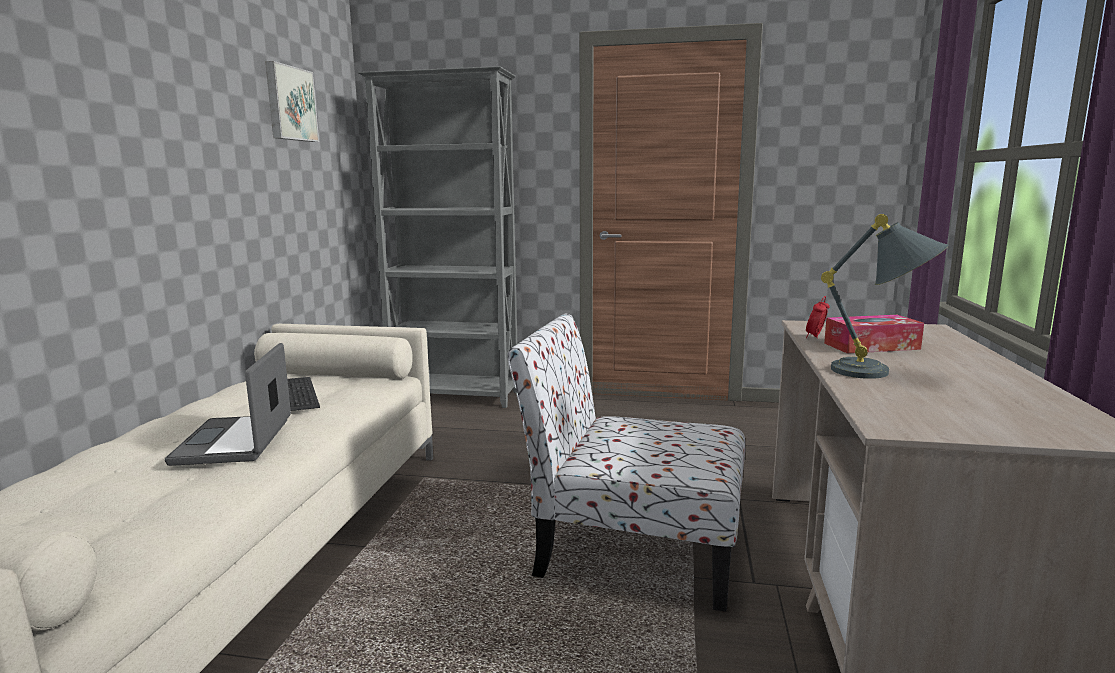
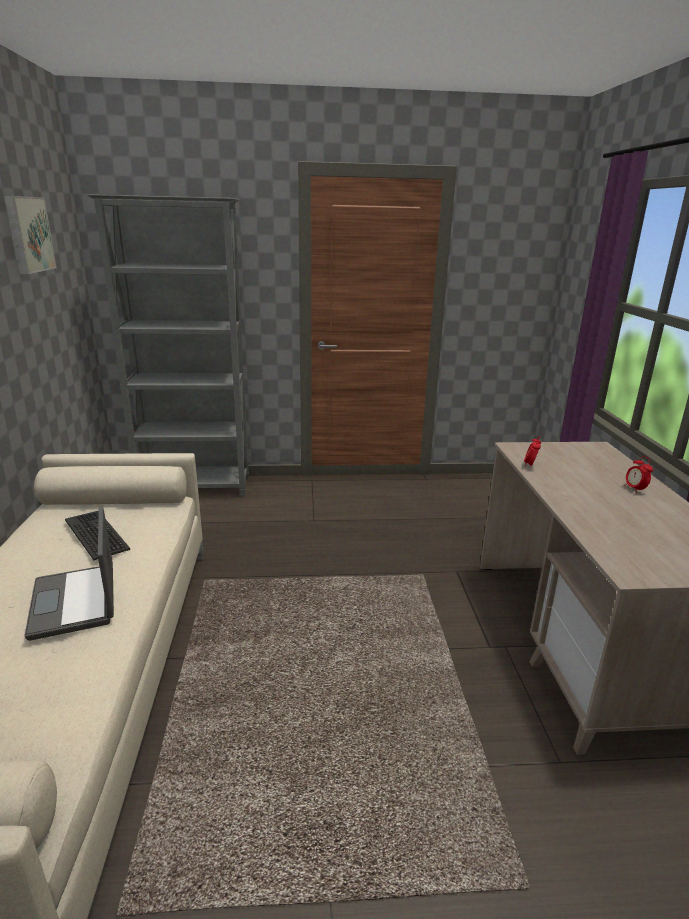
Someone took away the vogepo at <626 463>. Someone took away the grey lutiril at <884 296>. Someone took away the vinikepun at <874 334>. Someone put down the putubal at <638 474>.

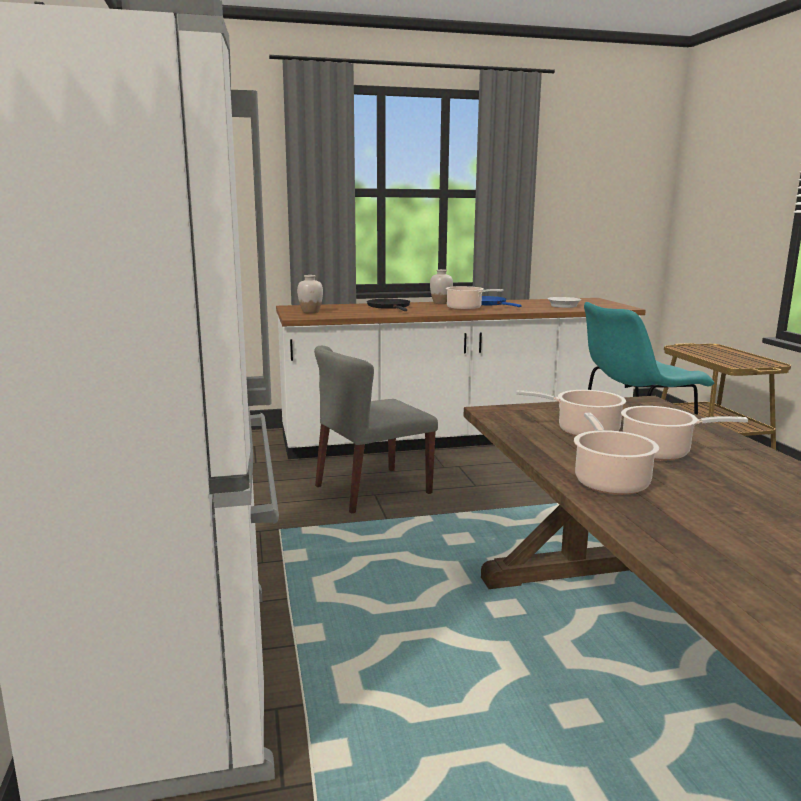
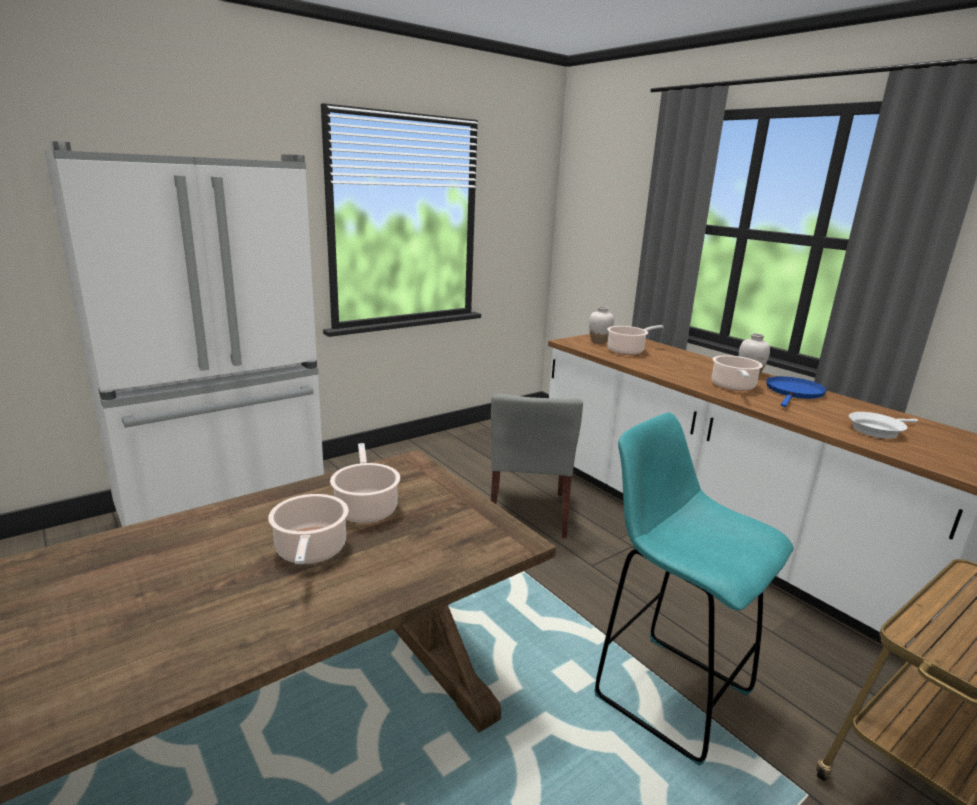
Someone rotated the grey vogepo at <376 430> by 120 degrees counterclockwise. Someone took away the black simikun at <388 305>. Someone carried the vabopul from <616 454> to <635 340>.

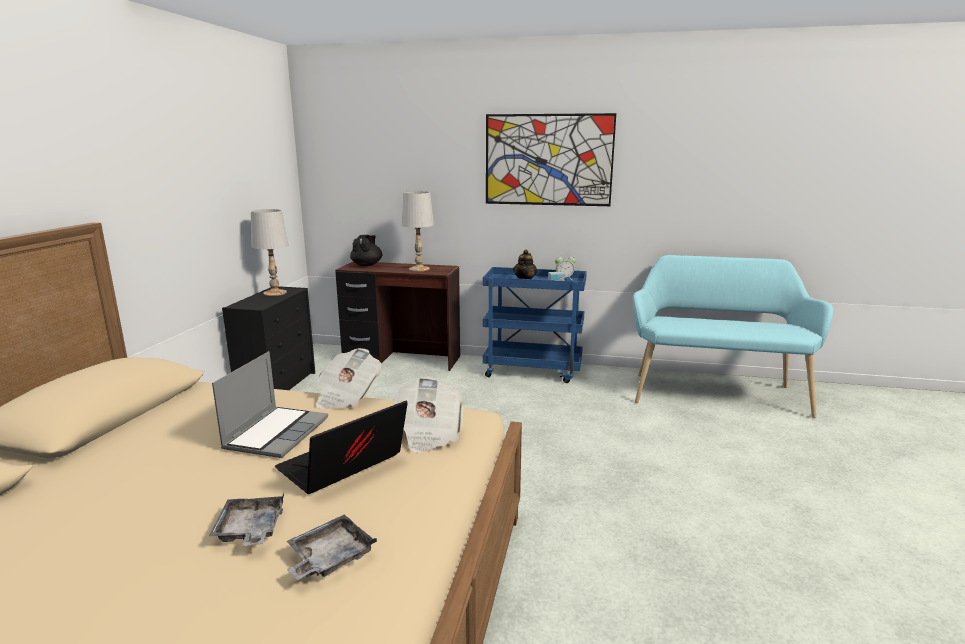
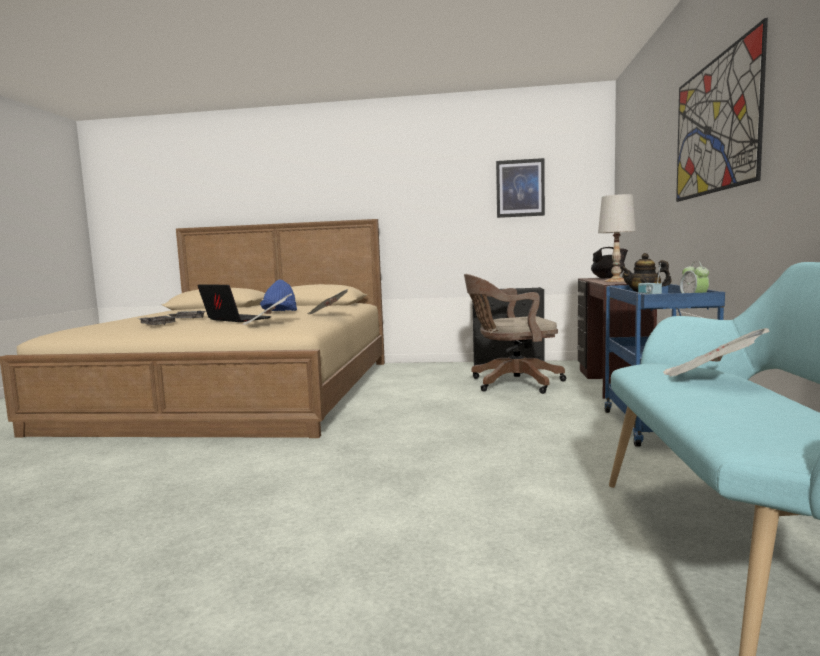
Someone swapped the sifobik at <270 404> for the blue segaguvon at <278 295>. Someone took away the white lutiril at <269 252>. Someone put down the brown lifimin at <515 334>. Someone put up the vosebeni at <520 188>. Someone put down the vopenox at <716 352>.

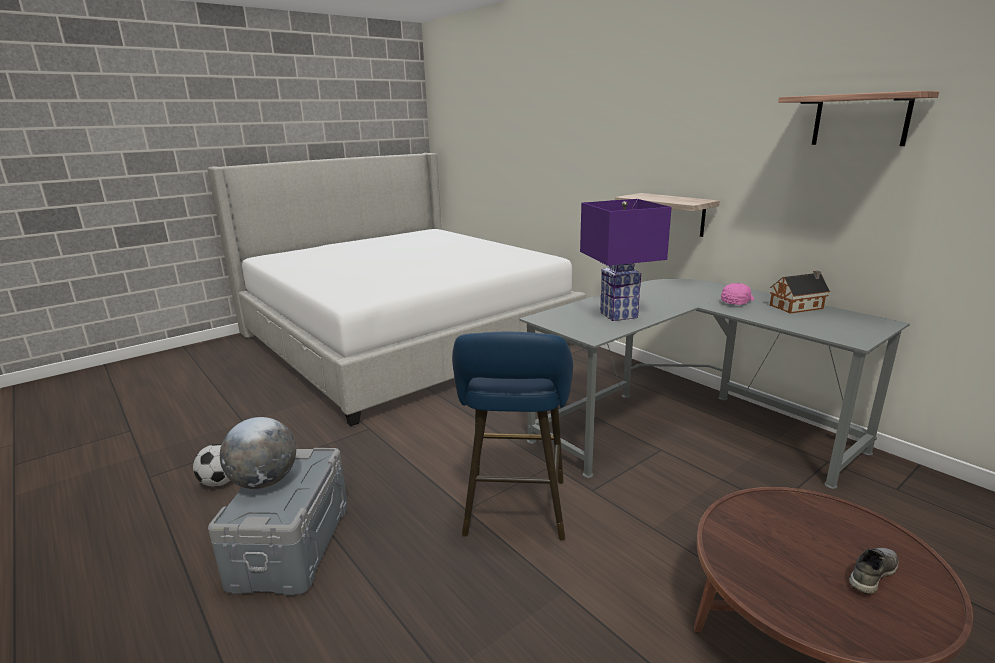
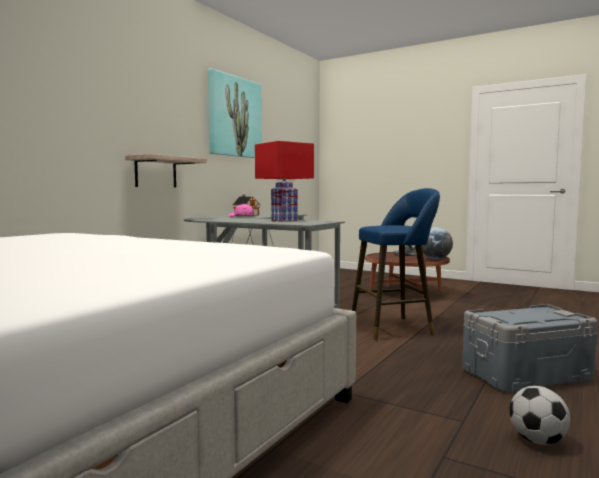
Someone carried the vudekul from <258 453> to <437 243>. Someone repainted the purple lutiril at <626 260>, which became the red lutiril at <284 181>. Someone swapped the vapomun at <858 118> for the vosebeni at <235 113>.

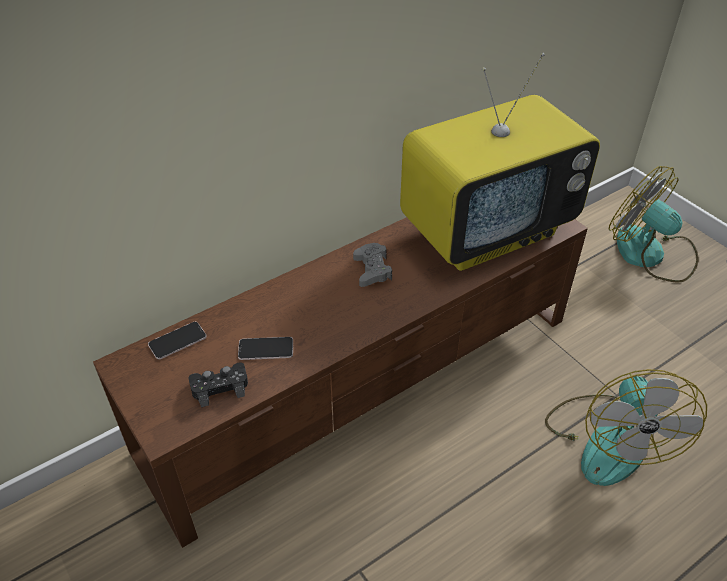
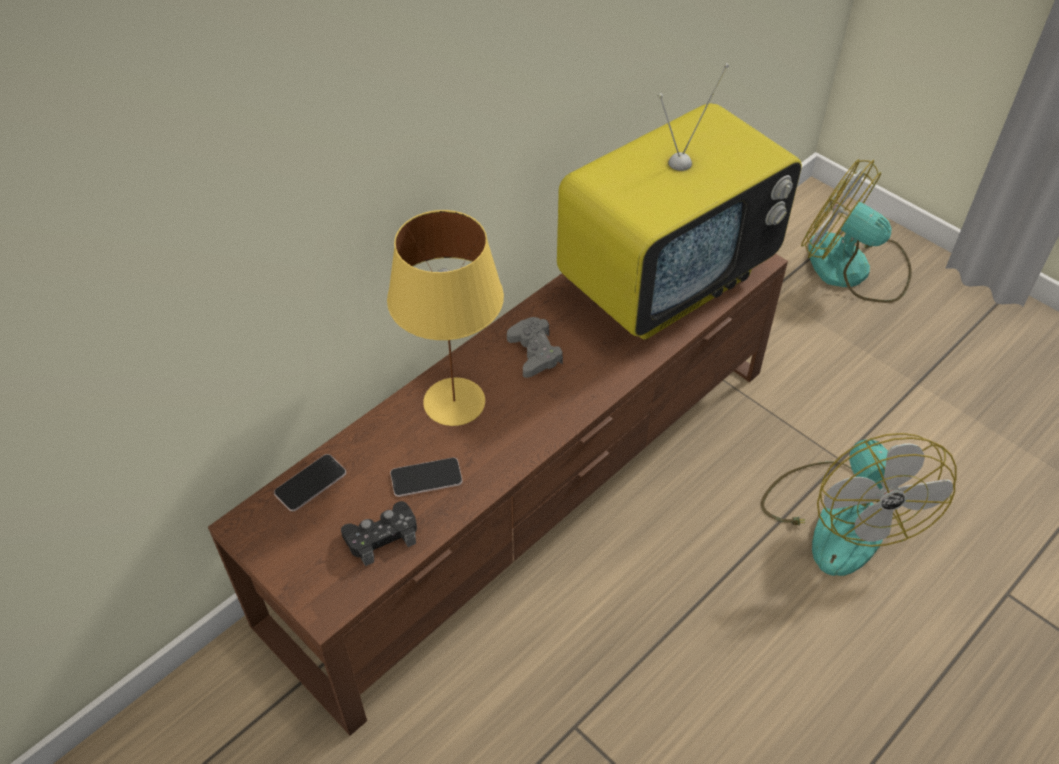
Someone put down the yellow lutiril at <445 318>.

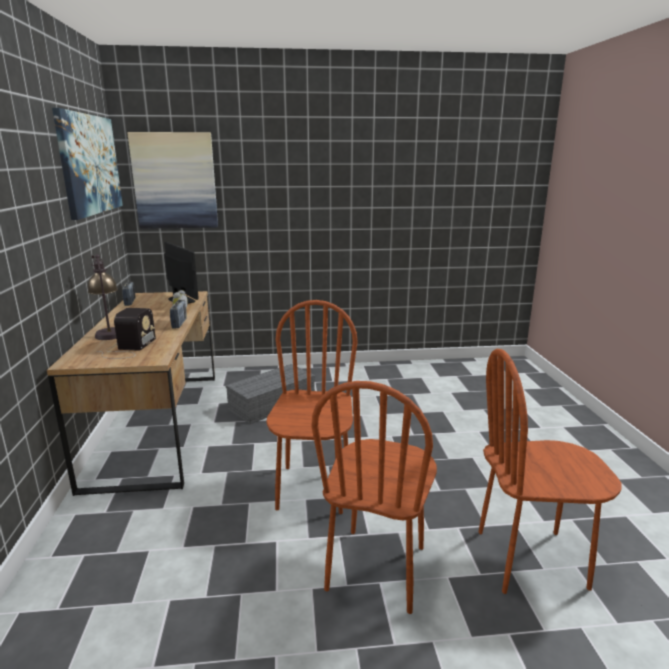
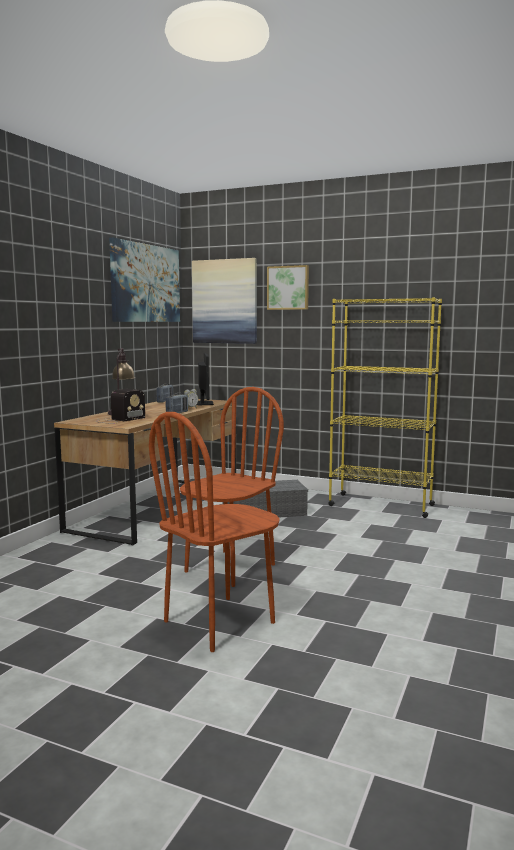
Someone took away the brown vogepo at <550 471>. Someone put up the vosebeni at <288 287>. Someone put down the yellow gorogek at <385 407>.

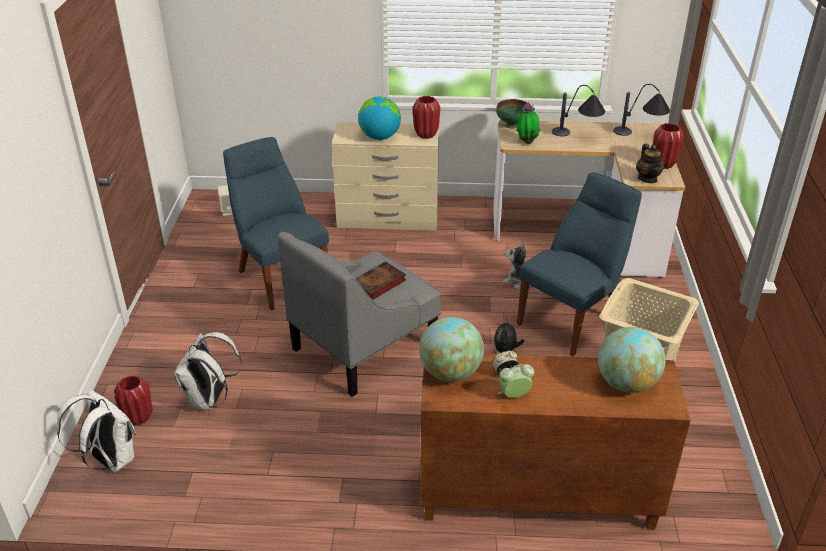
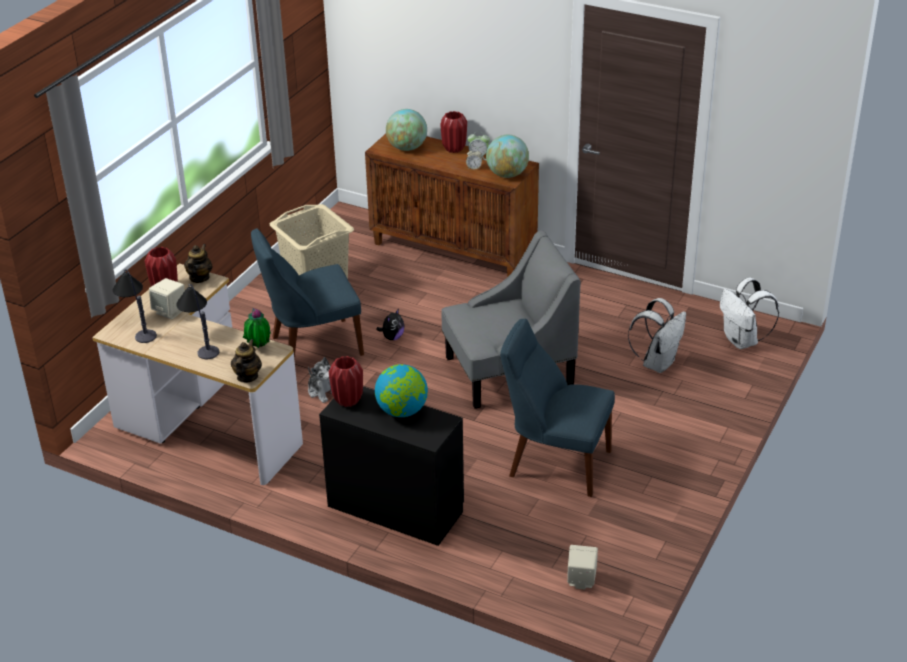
Someone carried the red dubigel from <133 400> to <453 132>. Someone rotated the blue vogepo at <276 223> by 120 degrees clockwise. Someone repainted the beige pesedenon at <385 176>, which became the black pesedenon at <391 466>. Someone took away the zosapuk at <381 280>. Someone swapped the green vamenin at <511 114> for the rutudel at <246 361>. Someone put down the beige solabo at <167 299>.

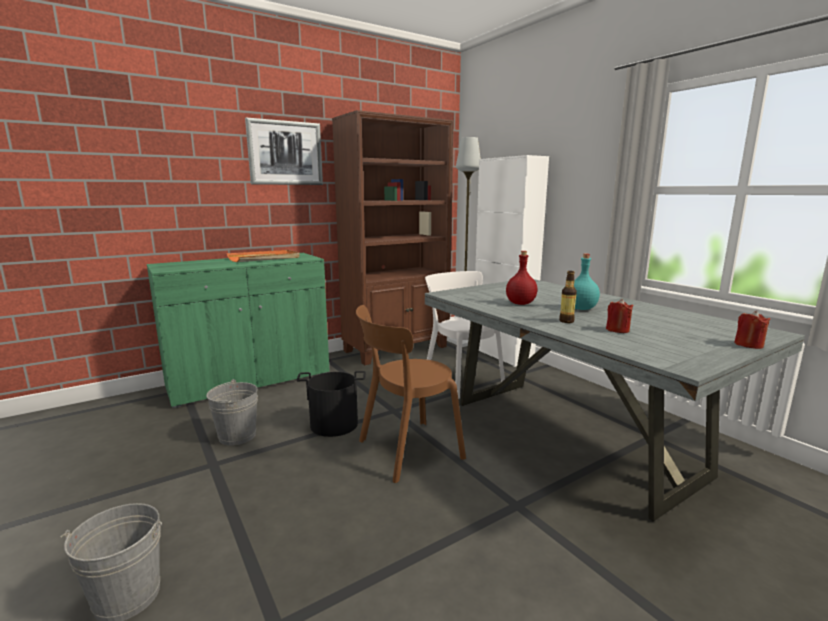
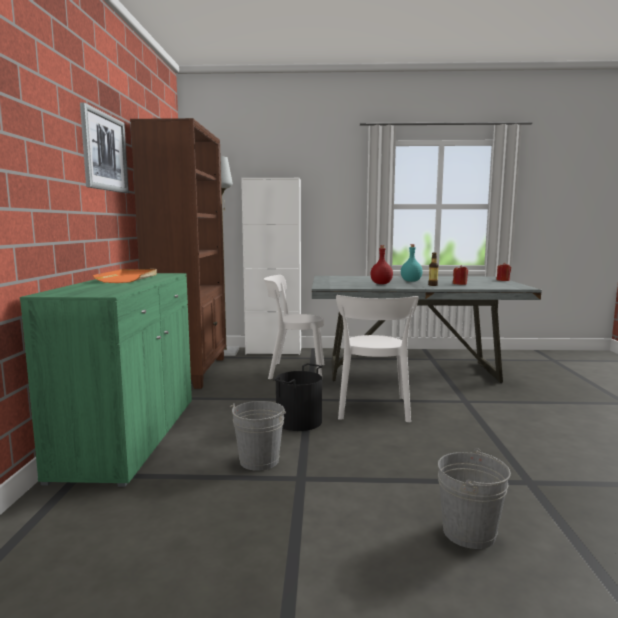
Someone repainted the brown vogepo at <411 394>, which became the white vogepo at <377 358>.

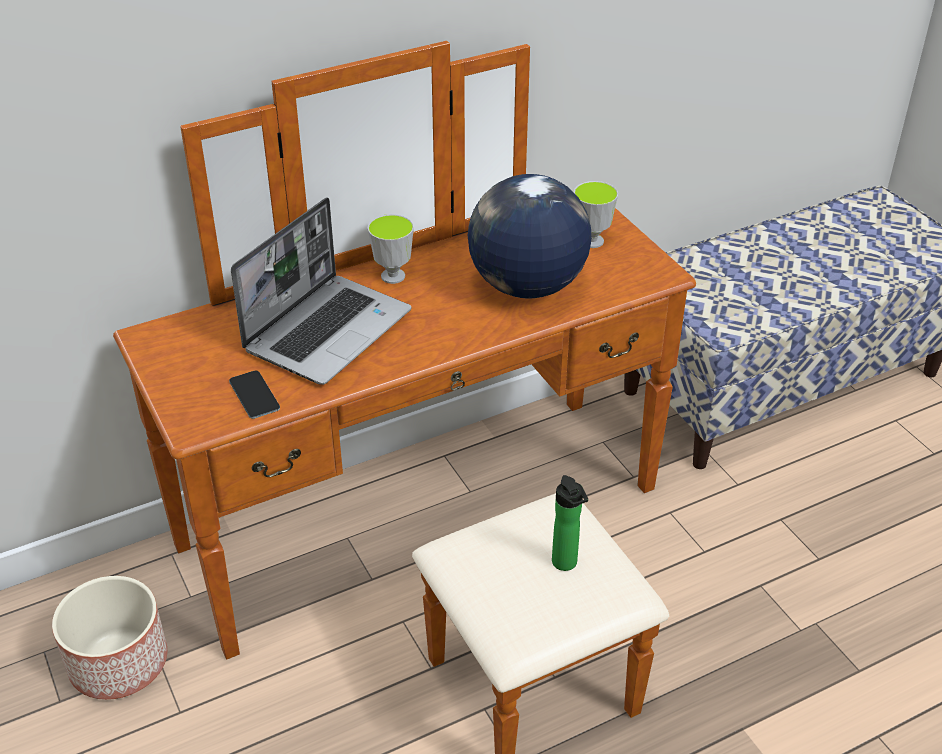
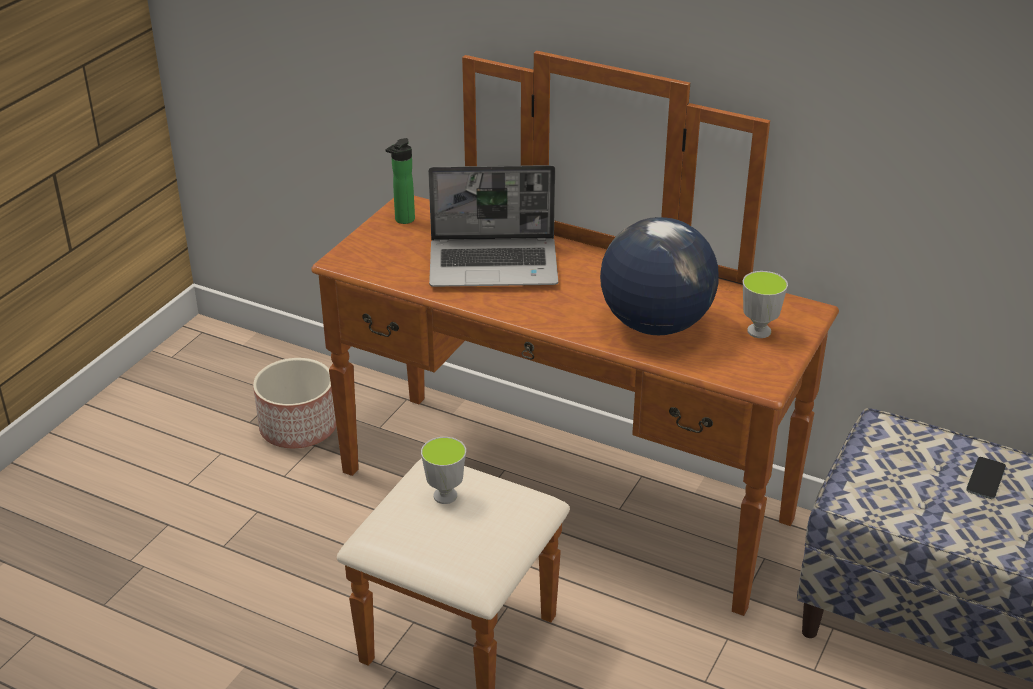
Someone carried the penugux from <254 395> to <986 478>. Someone carried the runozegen from <391 249> to <443 470>. Someone carried the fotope from <570 523> to <400 181>.

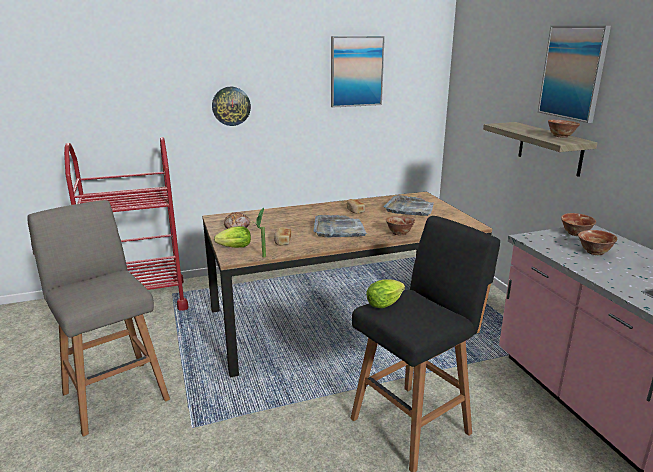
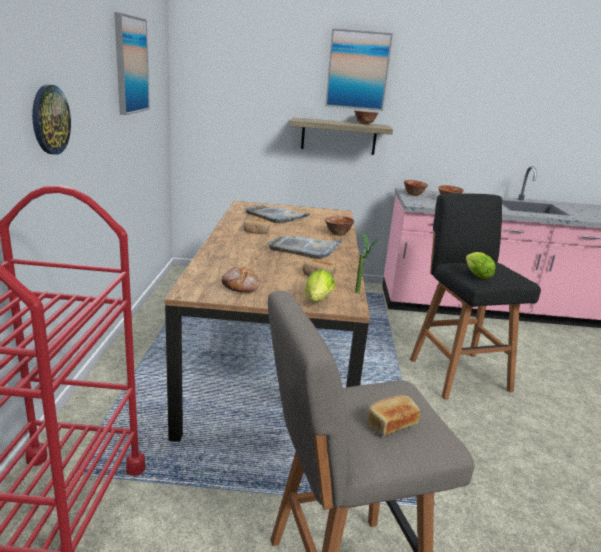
Someone put down the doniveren at <393 415>.

